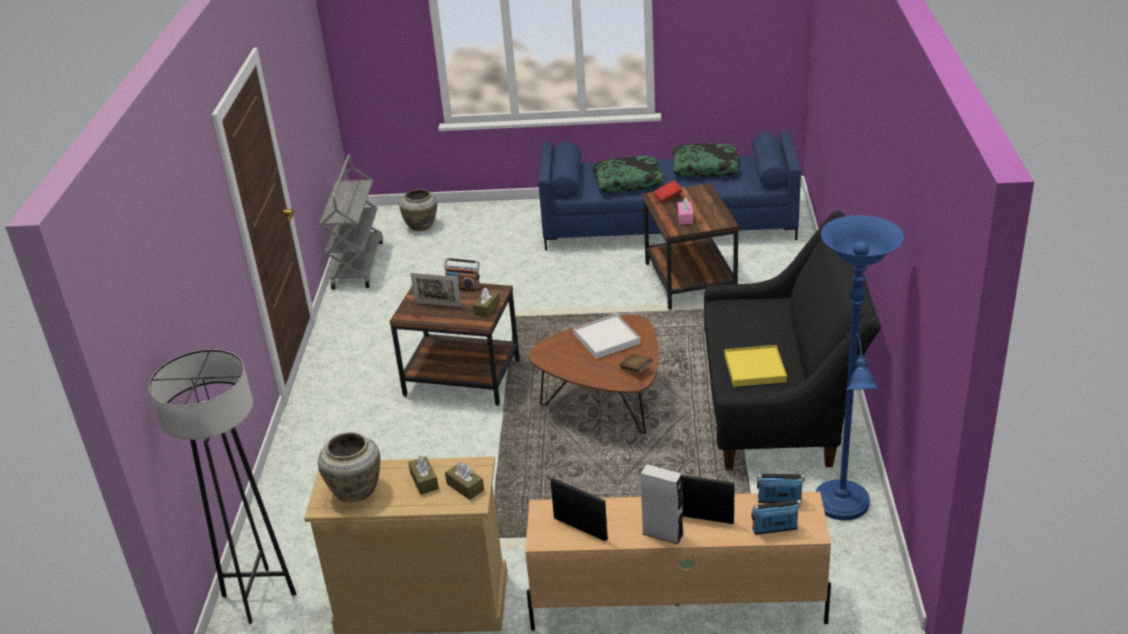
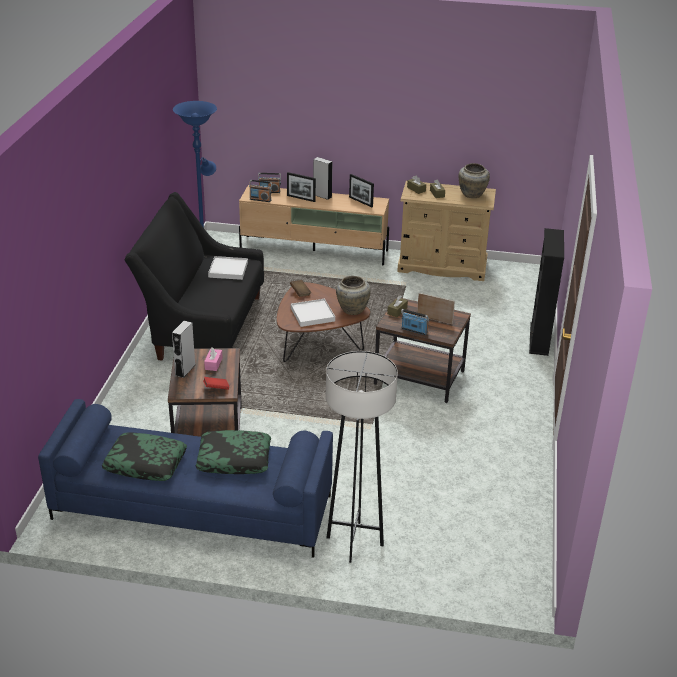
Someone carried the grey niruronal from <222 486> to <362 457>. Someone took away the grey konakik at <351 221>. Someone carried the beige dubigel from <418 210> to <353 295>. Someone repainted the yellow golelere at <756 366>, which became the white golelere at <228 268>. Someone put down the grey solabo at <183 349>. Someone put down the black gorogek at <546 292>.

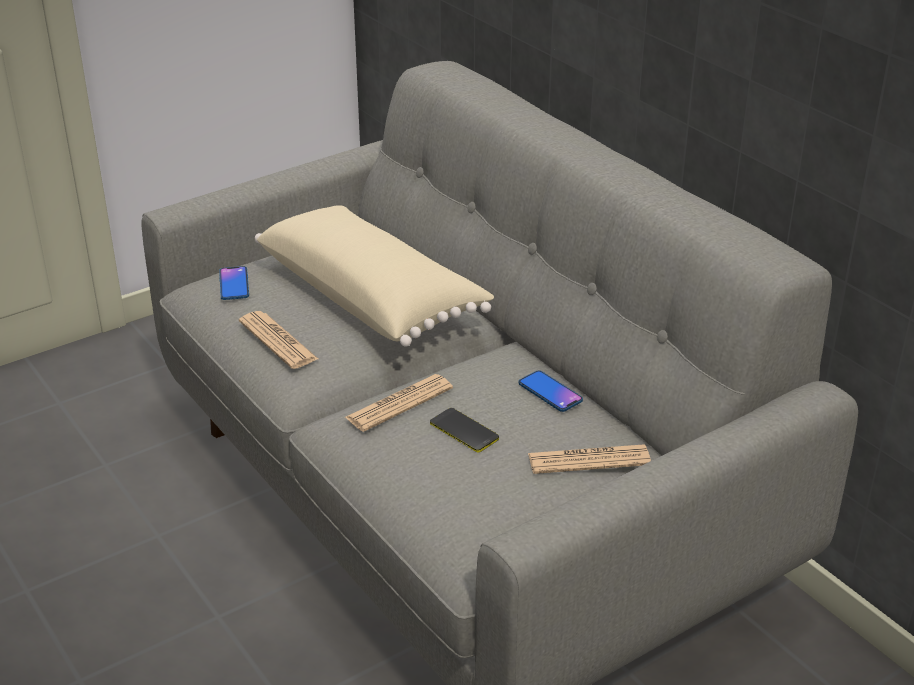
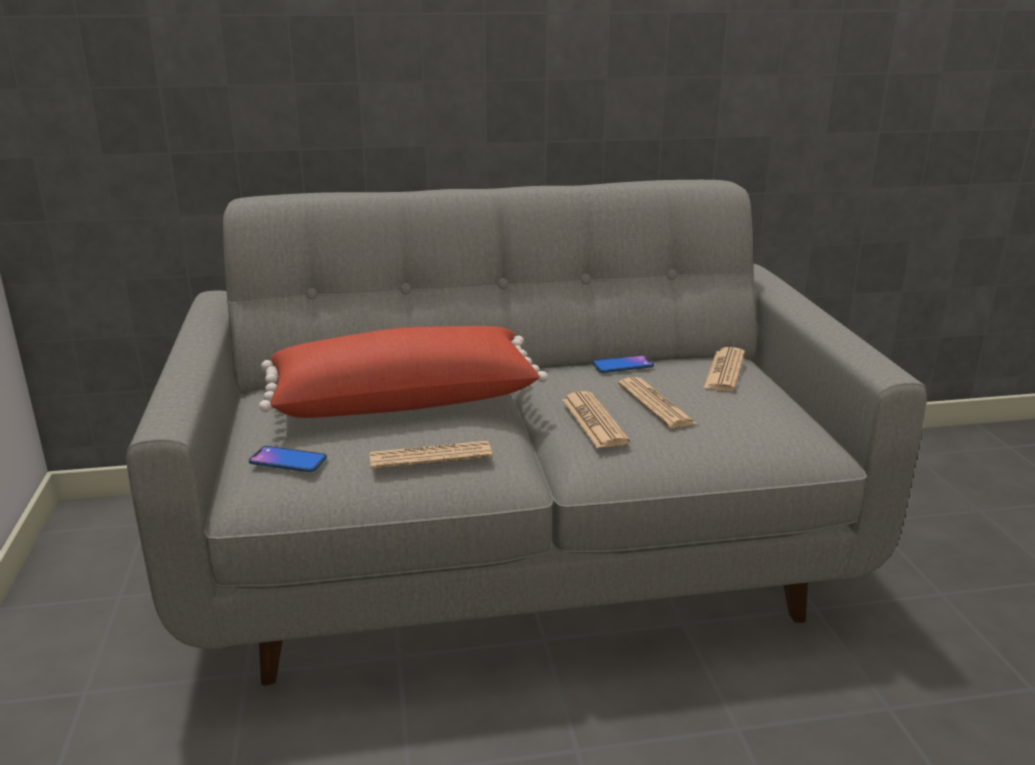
Someone repainted the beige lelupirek at <374 275>, which became the red lelupirek at <403 372>. Someone swapped the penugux at <464 430> for the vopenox at <657 402>.

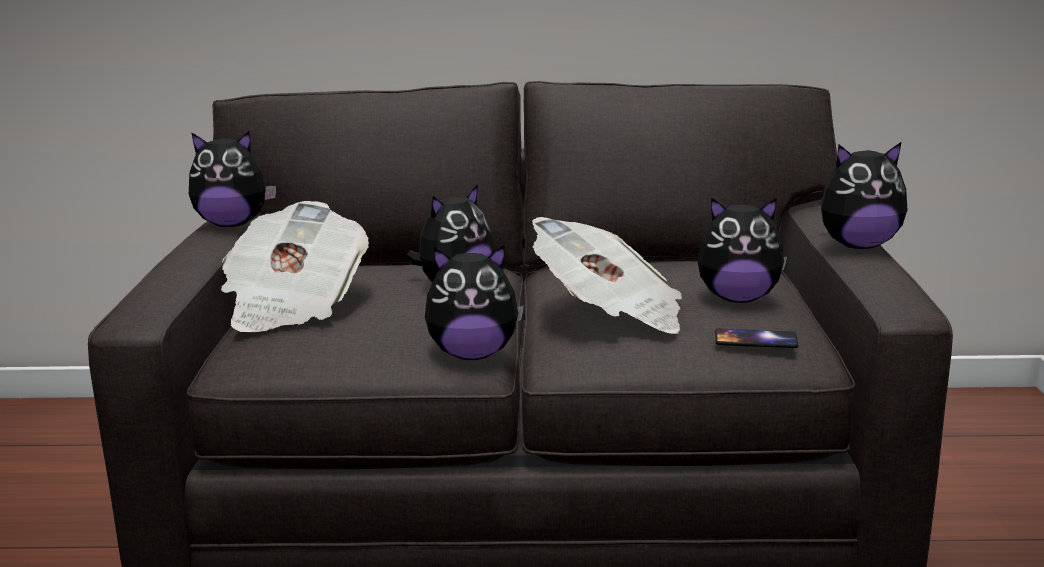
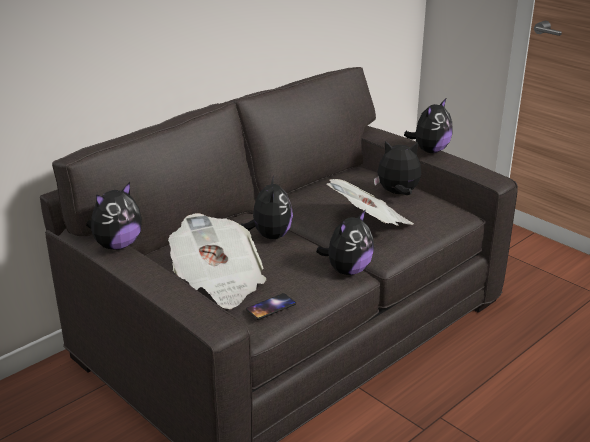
Someone rotated the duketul at <742 250> by 135 degrees counterclockwise. Someone carried the penugux from <756 338> to <271 306>.

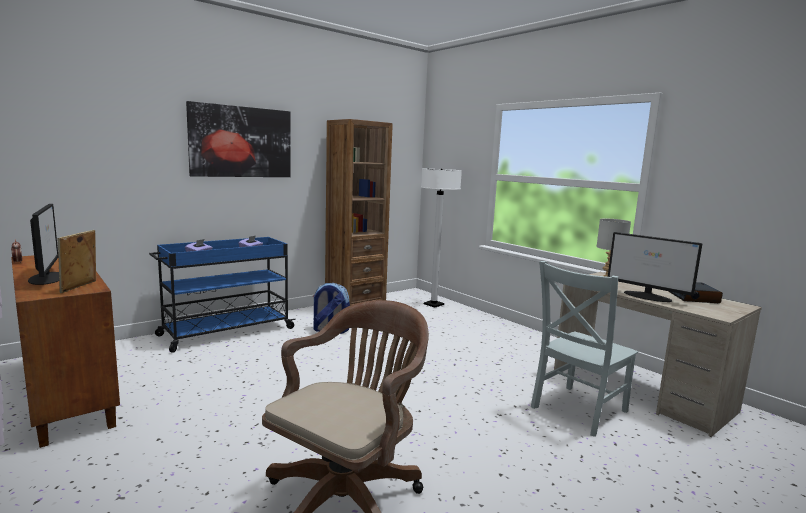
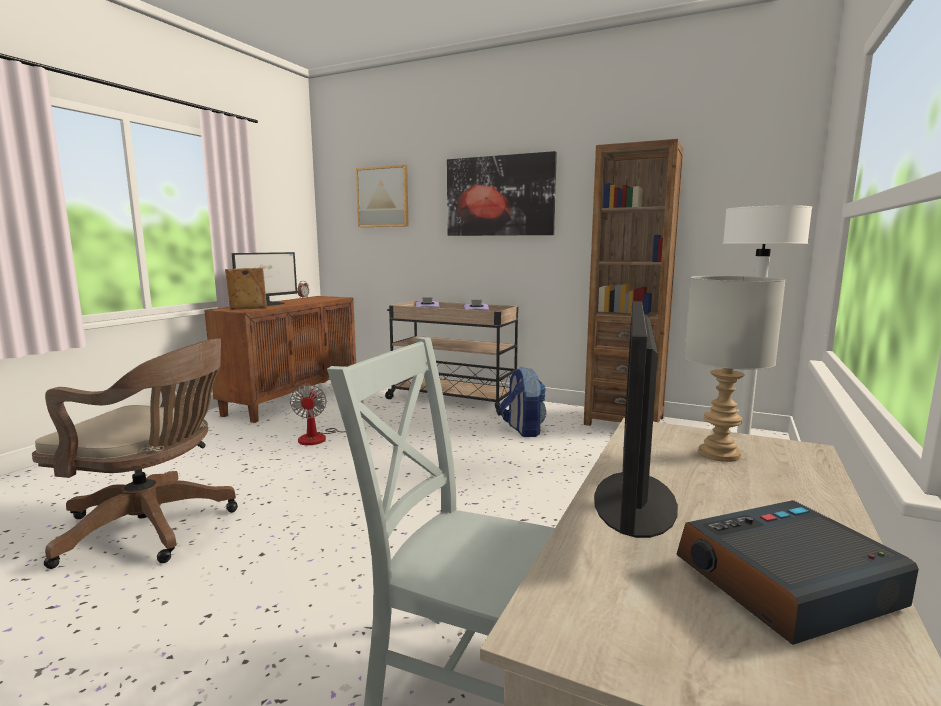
Someone repainted the blue konakik at <222 295>, which became the beige konakik at <451 358>. Someone put down the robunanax at <326 415>. Someone put up the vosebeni at <382 196>.

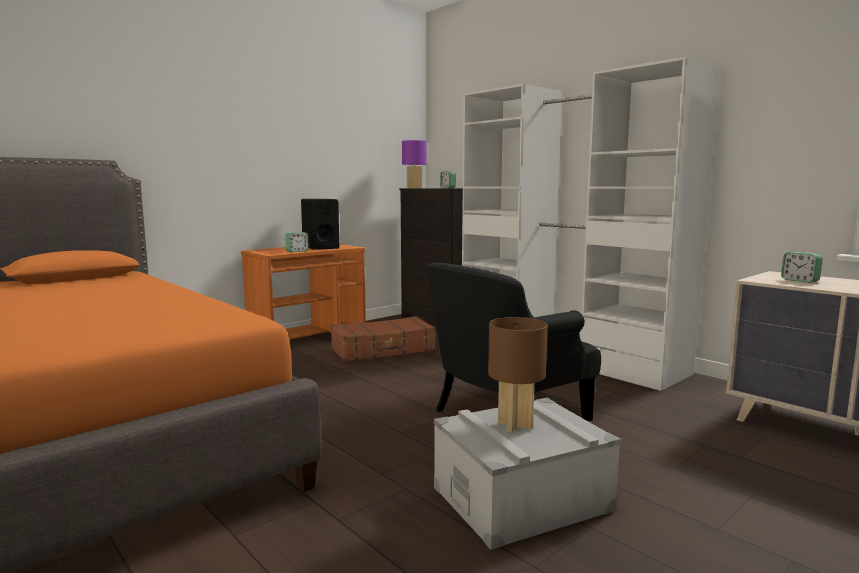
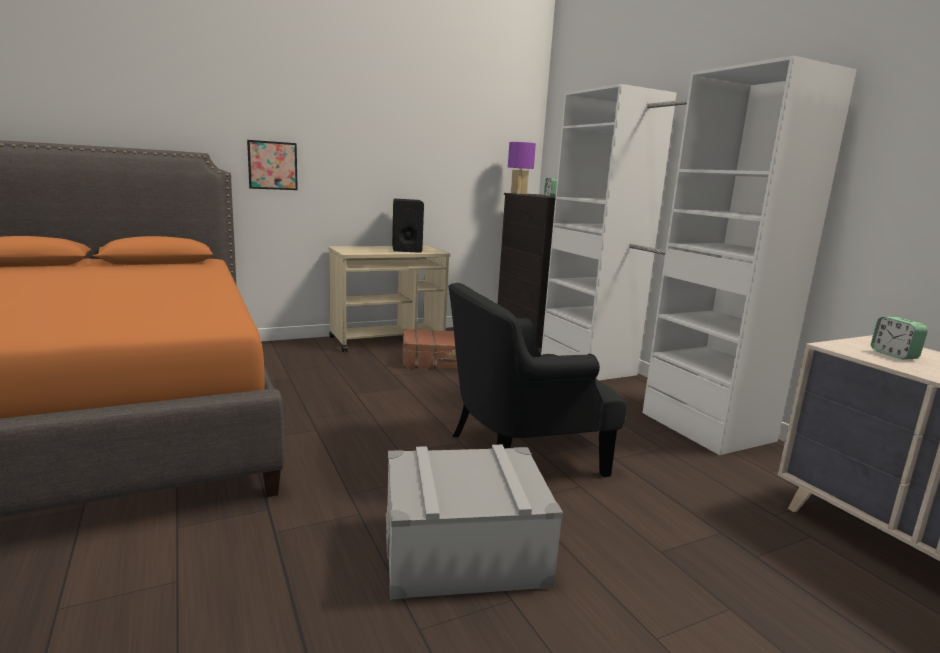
Someone repainted the orange konakik at <303 292>, which became the beige konakik at <389 299>. Someone took away the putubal at <297 242>. Someone took away the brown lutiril at <518 375>. Someone put up the vosebeni at <272 165>.

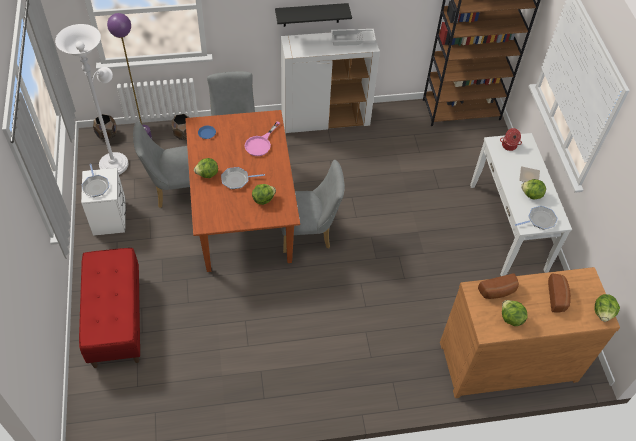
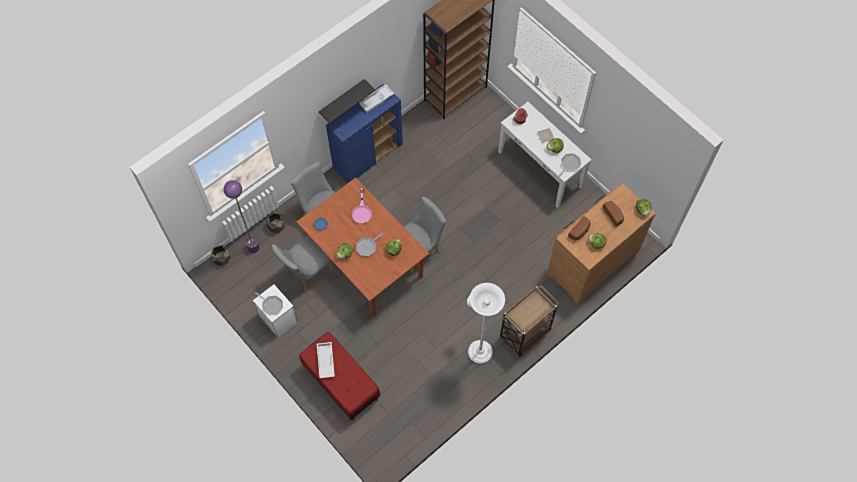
Someone carried the white niruronal from <91 99> to <486 323>. Someone repainted the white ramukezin at <330 82>, which became the blue ramukezin at <364 133>. Someone put down the white golelere at <326 360>. Someone put down the brown konakik at <529 320>.

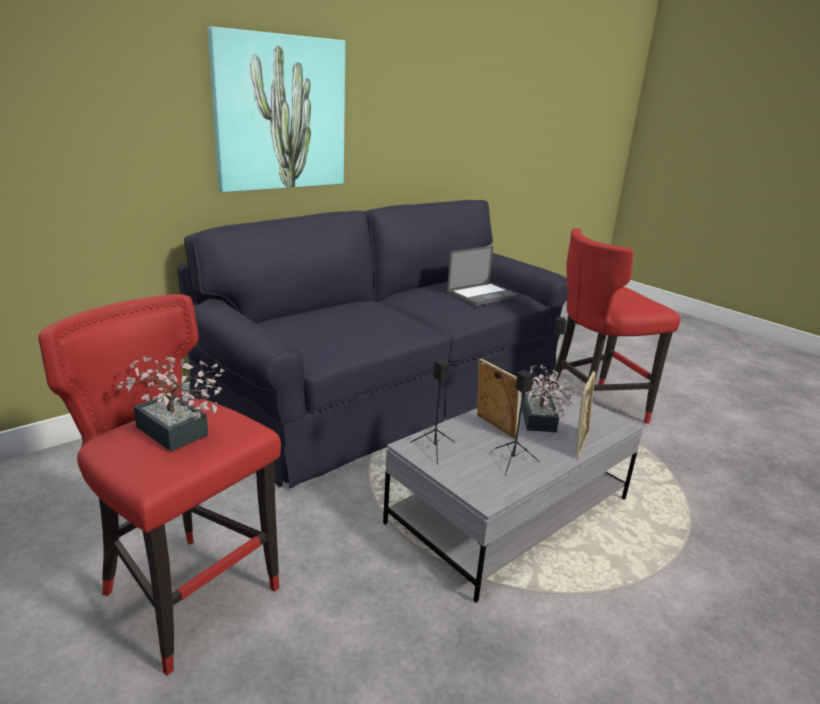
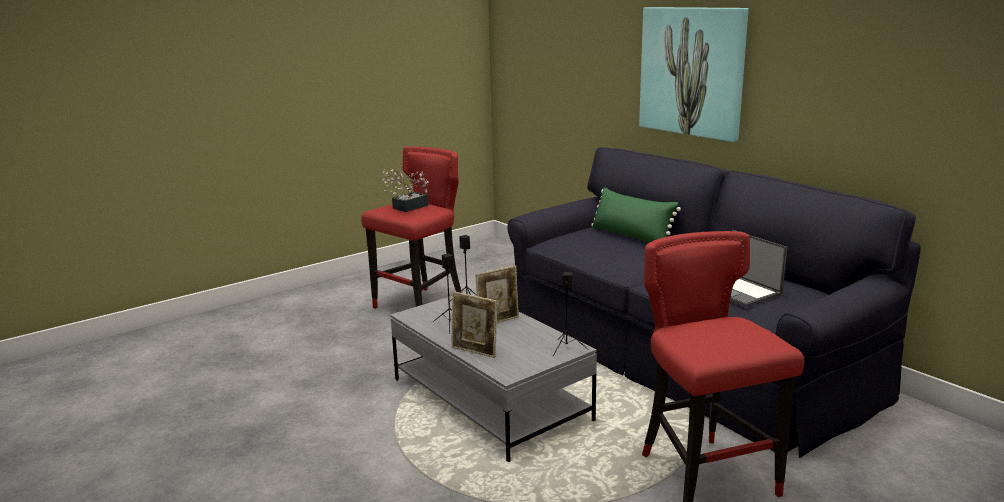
Someone took away the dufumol at <550 399>. Someone put down the green lelupirek at <636 215>.

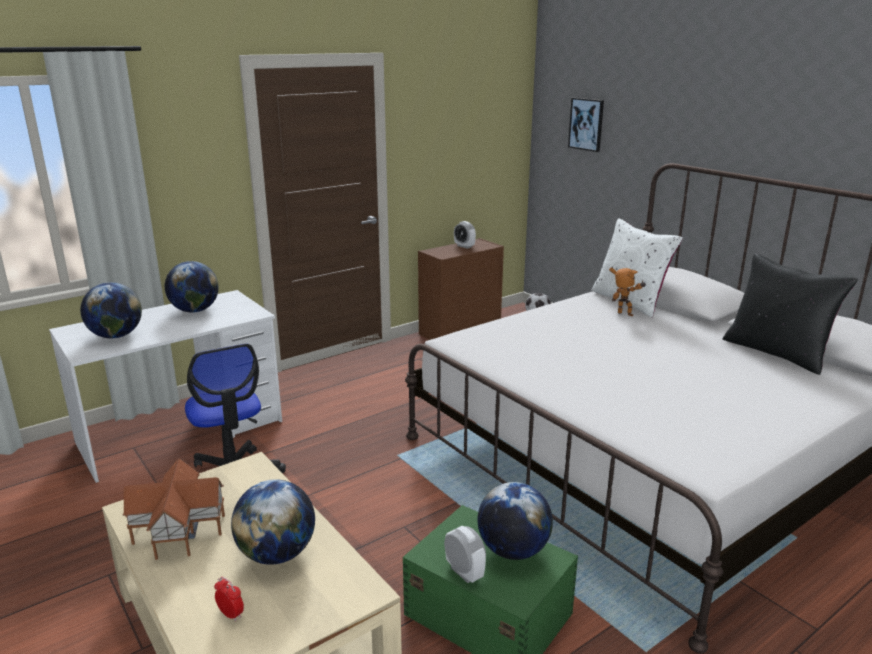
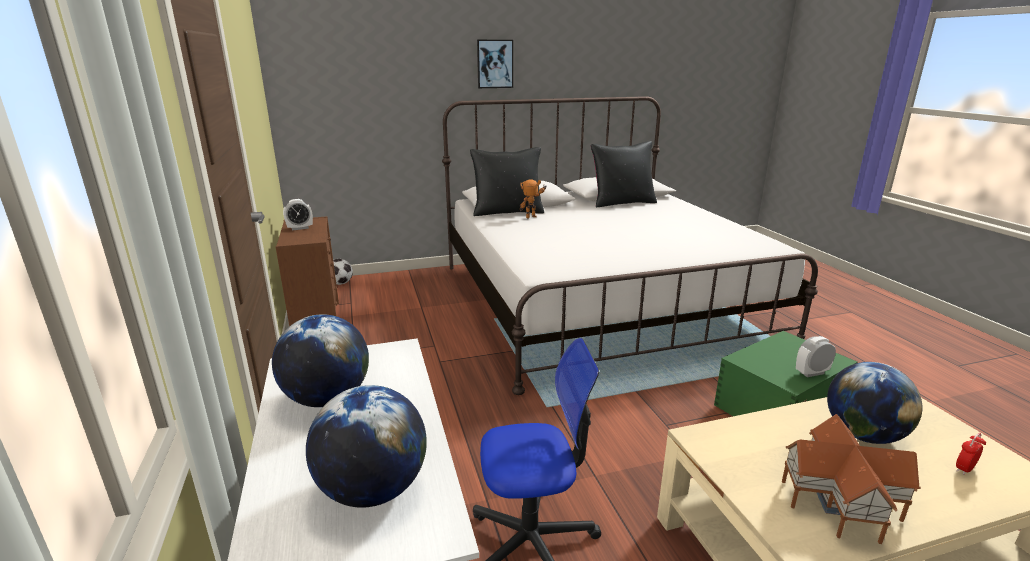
Someone took away the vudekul at <515 521>. Someone carried the vosebeni from <586 125> to <495 64>. Someone repainted the white lelupirek at <637 267>, which became the black lelupirek at <507 181>.

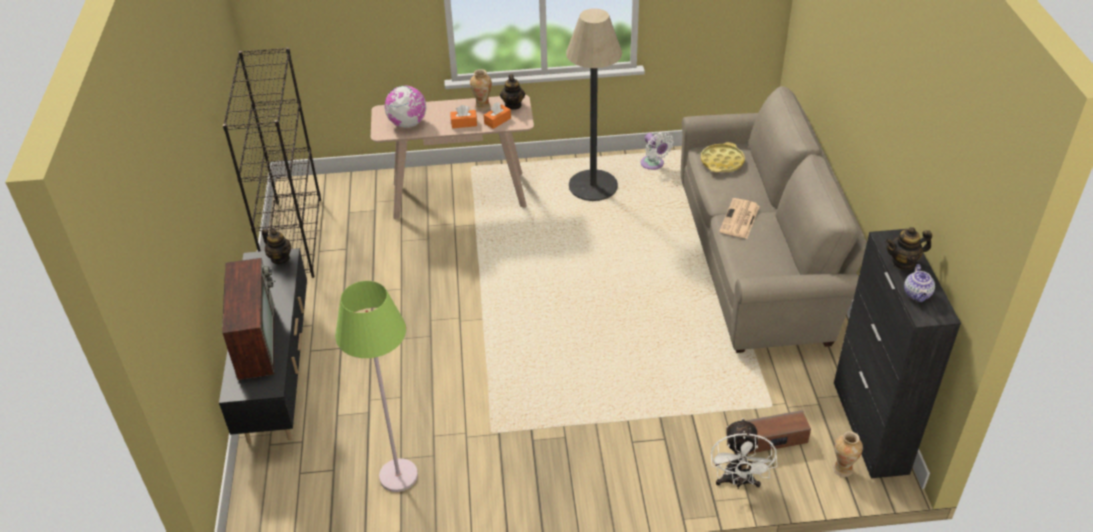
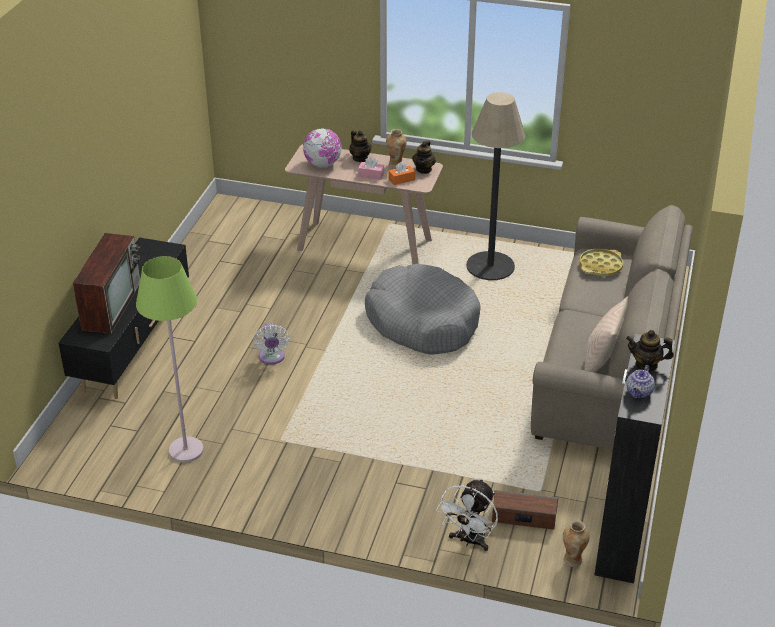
Someone took away the black gorogek at <272 162>. Someone carried the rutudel from <276 246> to <360 146>. Someone repainted the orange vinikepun at <463 116>, which became the pink vinikepun at <371 168>. Someone carried the white robunanax from <657 150> to <271 344>. Someone took away the vopenox at <739 218>. Someone put down the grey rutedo at <423 309>. Someone put down the beige lelupirek at <606 334>.

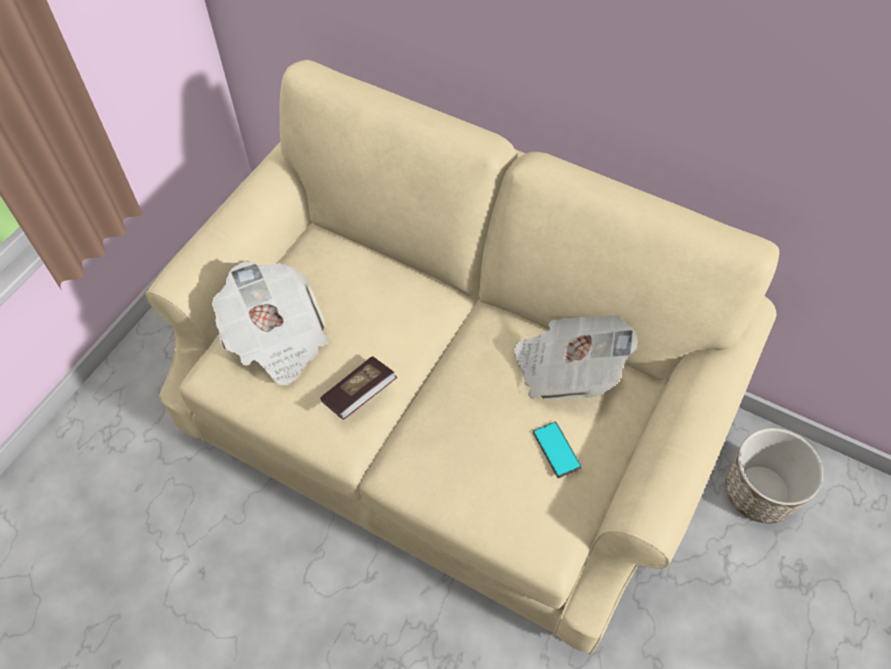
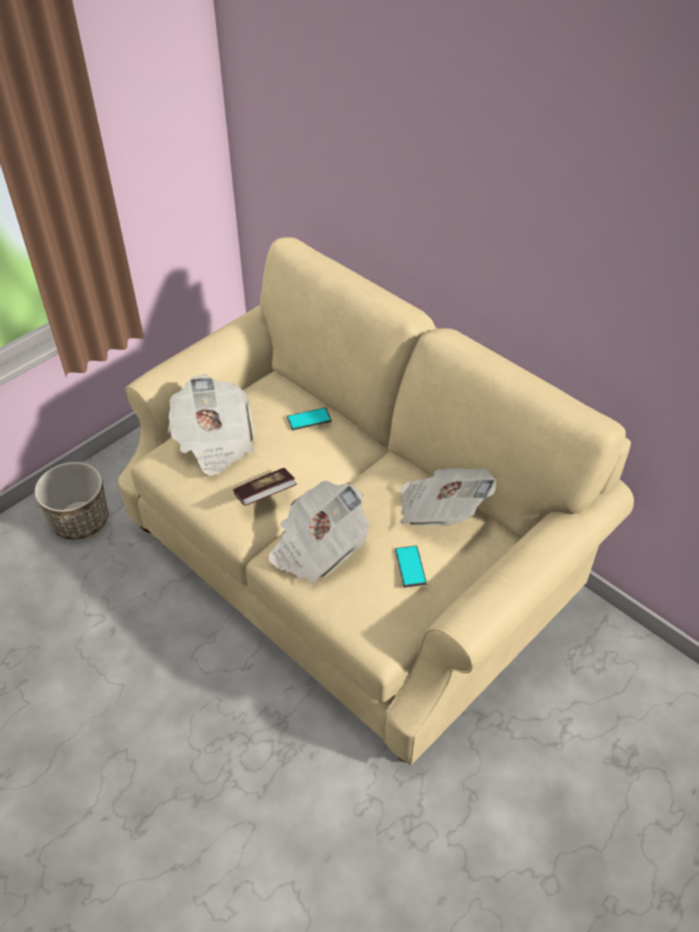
Someone carried the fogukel from <775 476> to <71 501>. Someone put down the vopenox at <319 532>. Someone put down the penugux at <309 418>.

